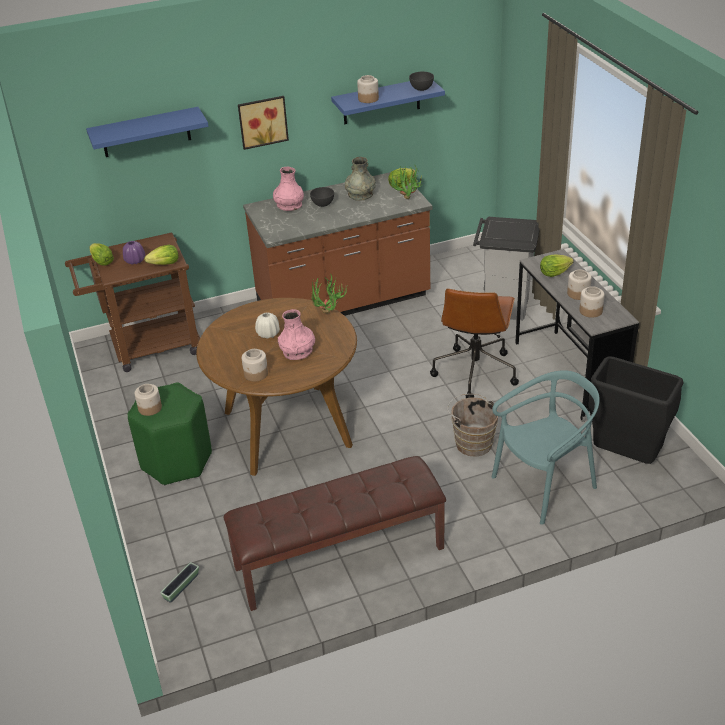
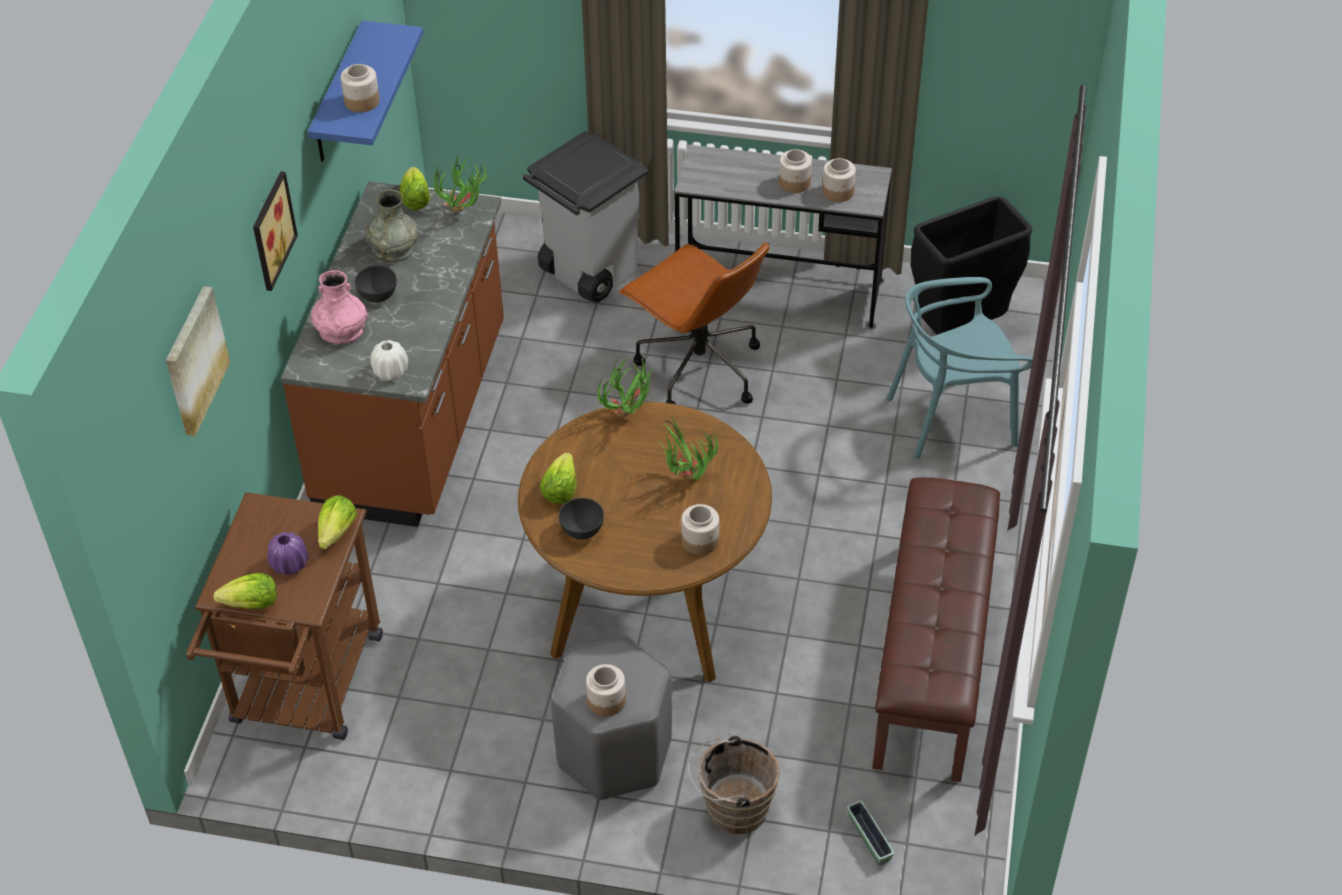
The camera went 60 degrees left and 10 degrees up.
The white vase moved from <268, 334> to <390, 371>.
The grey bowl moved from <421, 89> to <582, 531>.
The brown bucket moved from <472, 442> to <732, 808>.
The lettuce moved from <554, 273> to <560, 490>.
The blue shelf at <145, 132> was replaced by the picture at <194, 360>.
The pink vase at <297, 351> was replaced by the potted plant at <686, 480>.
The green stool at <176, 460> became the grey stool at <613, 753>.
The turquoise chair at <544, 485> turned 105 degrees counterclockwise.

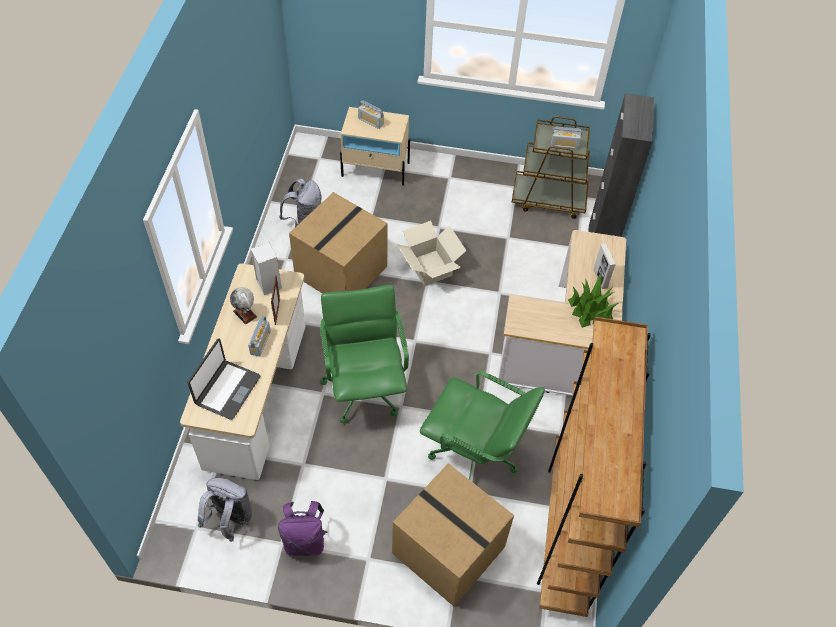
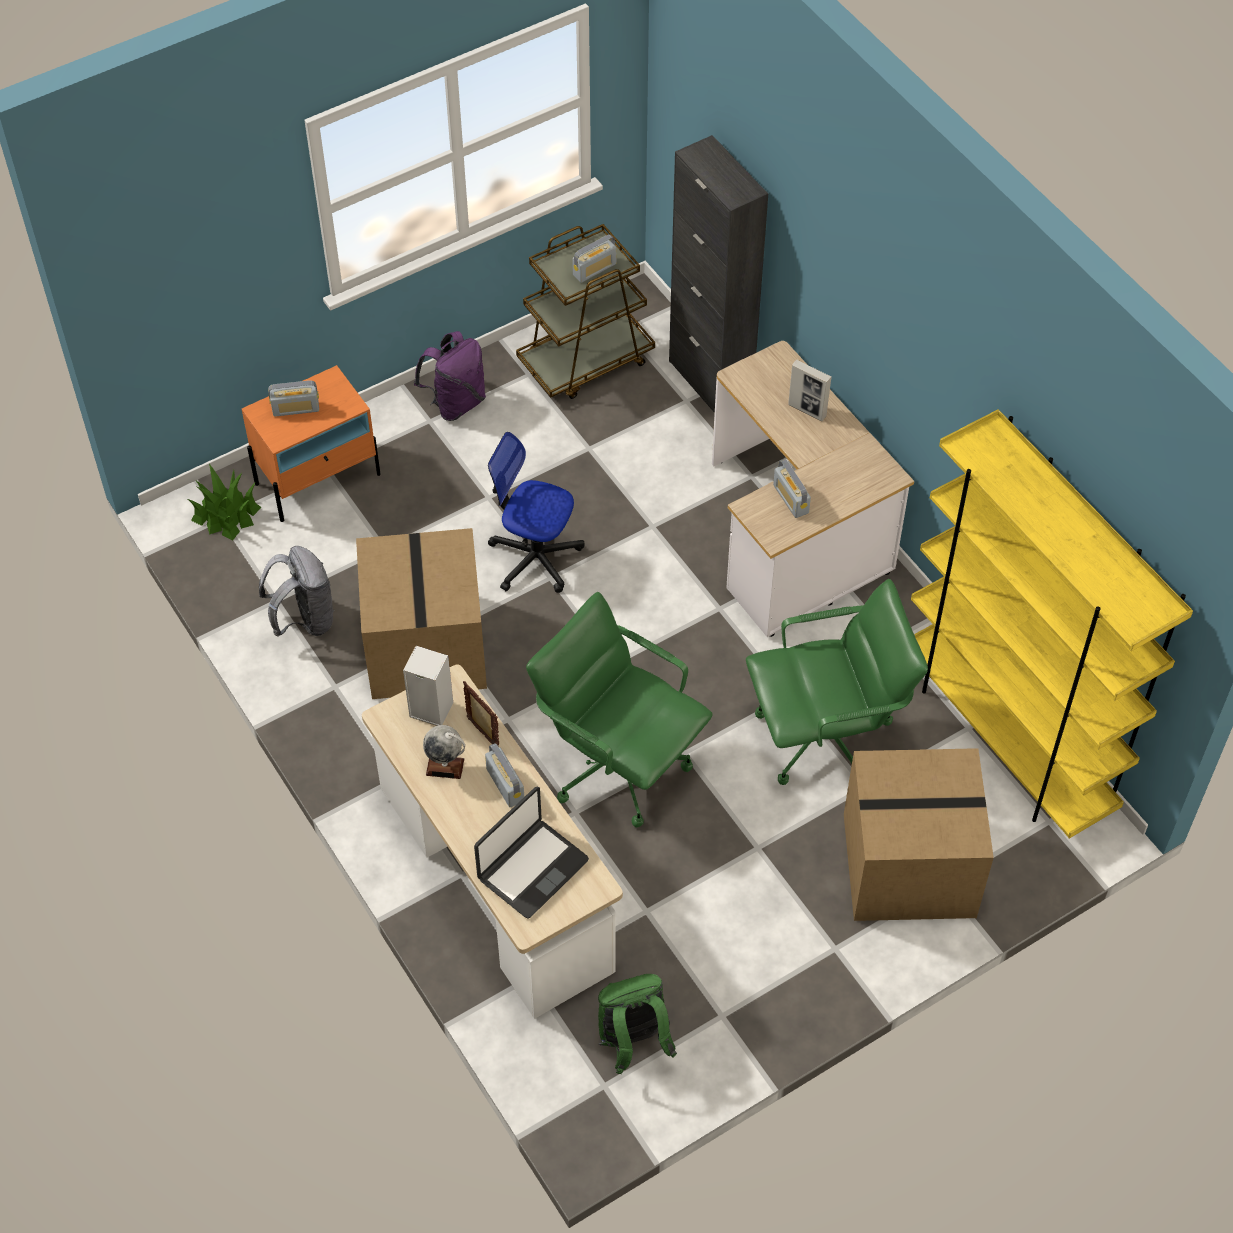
The camera went 40 degrees left and 0 degrees up.
The radio at <791, 499> appeared.
The purple backpack moved from <304, 541> to <456, 403>.
The potted plant moved from <590, 309> to <226, 513>.
The cardboard box at <430, 267> was replaced by the office chair at <535, 557>.
The grey backpack at <230, 519> became the green backpack at <633, 1042>.
The beige nightstand at <376, 169> became the orange nightstand at <318, 479>.
The brown bookcase at <568, 530> became the yellow bookcase at <1006, 739>.
The laptop at <227, 390> turned 60 degrees clockwise.

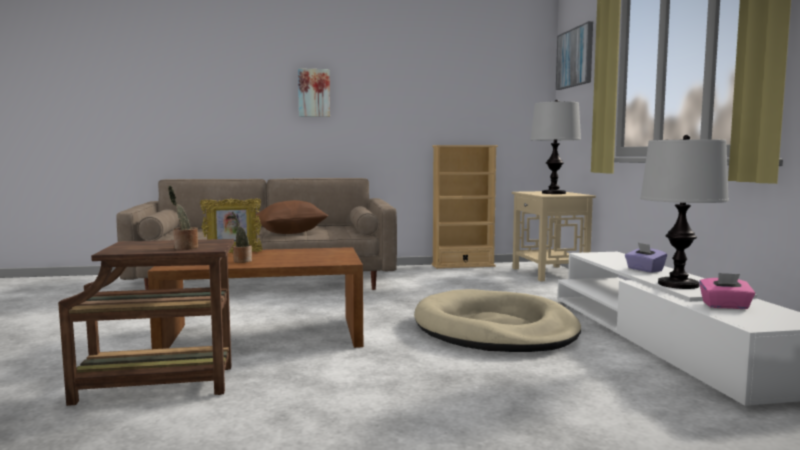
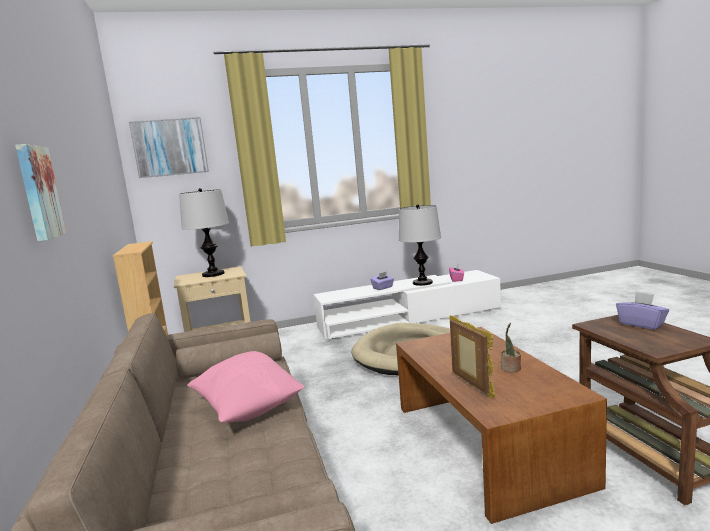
The camera went 95 degrees left and 5 degrees up.
The potted plant at <184, 248> was replaced by the purple tissue box at <641, 324>.
The brown pillow at <290, 233> became the pink pillow at <248, 408>.

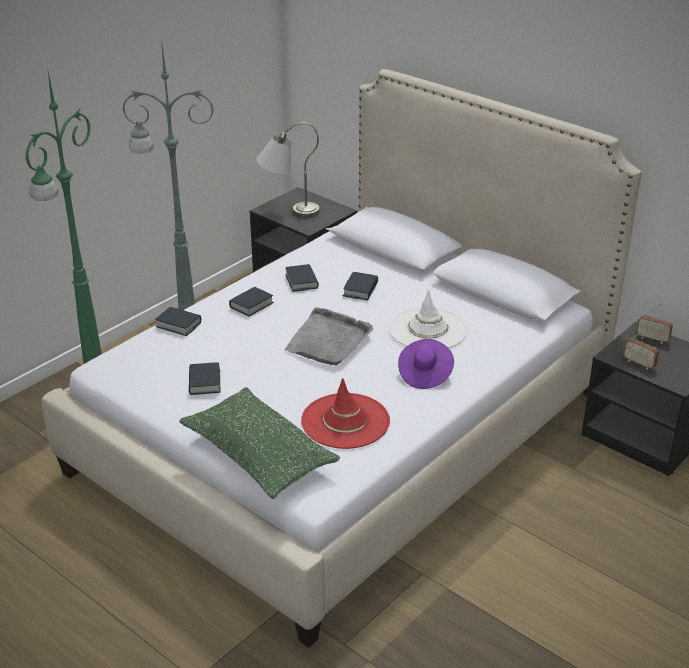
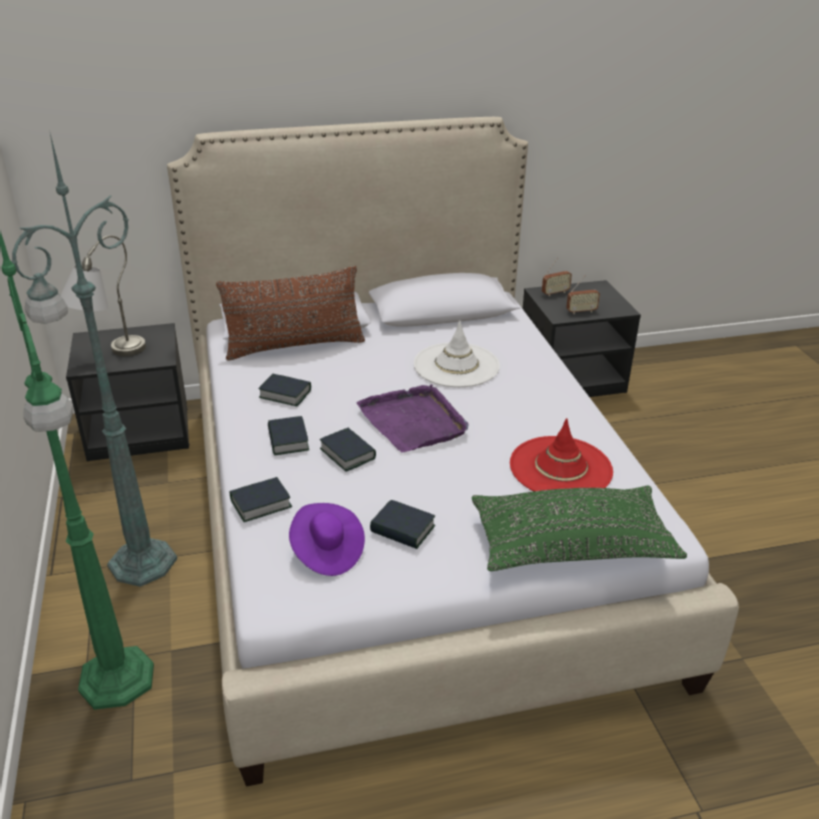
The camera went 55 degrees left and 0 degrees up.
The brown pillow at <295, 346> appeared.
The book moved from <360, 290> to <347, 453>.
The purple hat moved from <424, 374> to <326, 552>.
The grey tray at <328, 340> became the purple tray at <414, 421>.

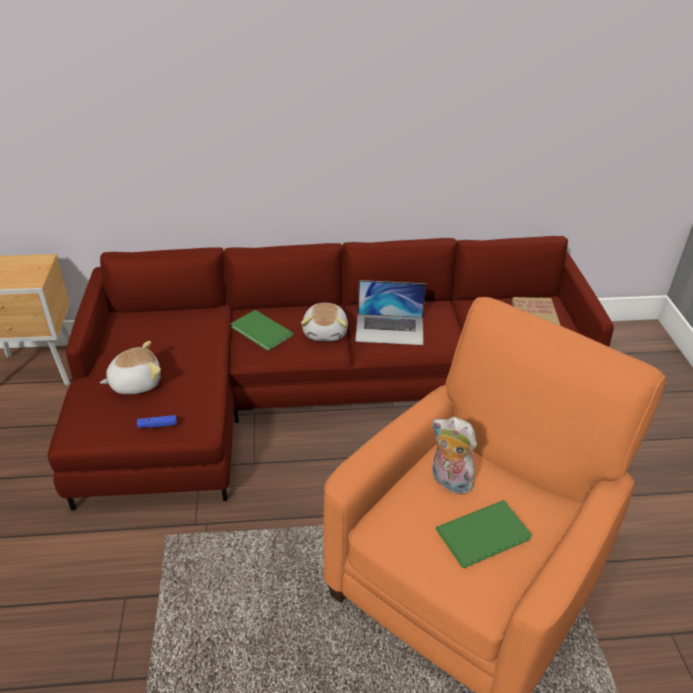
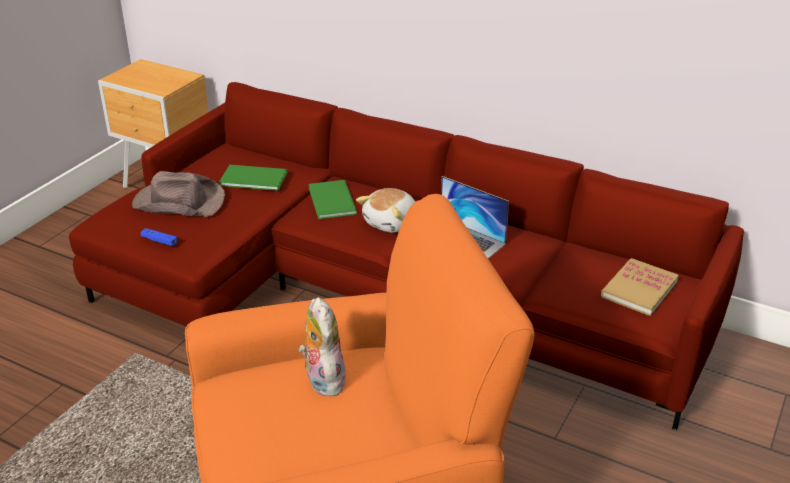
The camera went 35 degrees right and 5 degrees down.
The green book moved from <486, 535> to <255, 180>.
The plush toy at <135, 382> was replaced by the brown hat at <178, 202>.

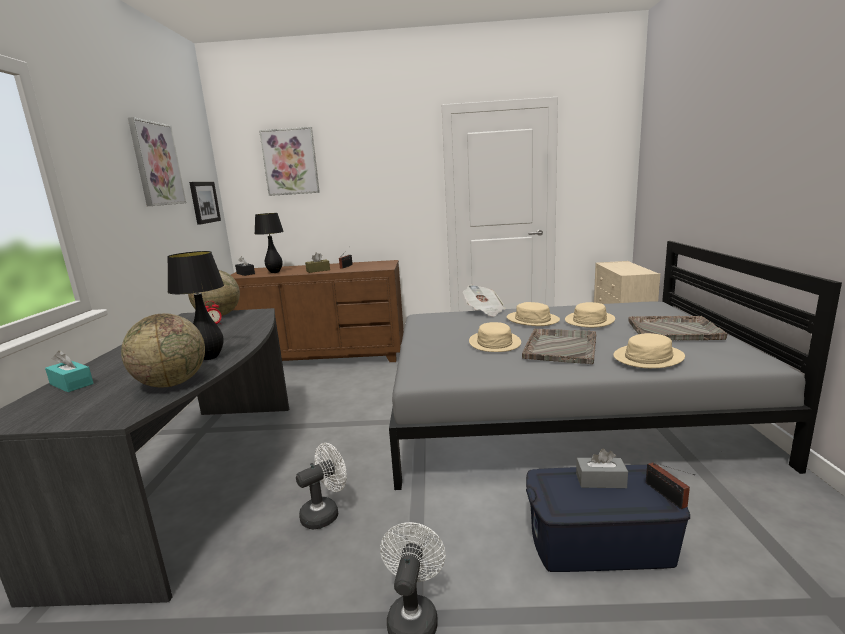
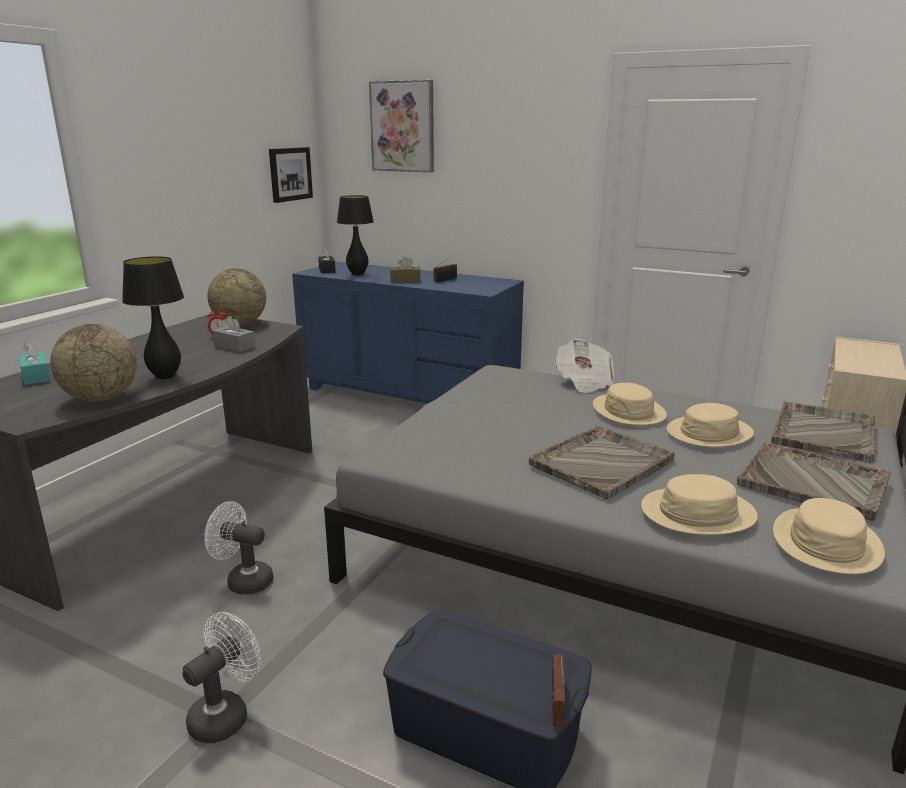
The camera went 25 degrees right and 5 degrees up.
The picture at <156, 164> disappeared.
The grey tray at <824, 432> appeared.
The beige hat moved from <494, 343> to <825, 542>.
The grey tissue box moved from <600, 480> to <235, 346>.
The brown dresser at <325, 356> became the blue dresser at <408, 394>.
The white fan at <325, 513> turned 150 degrees counterclockwise.

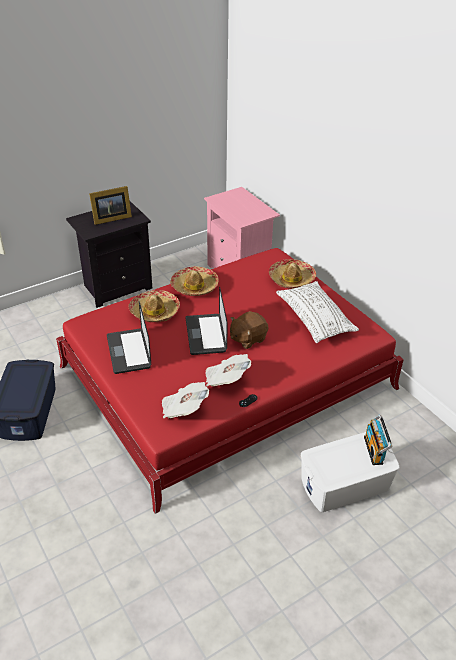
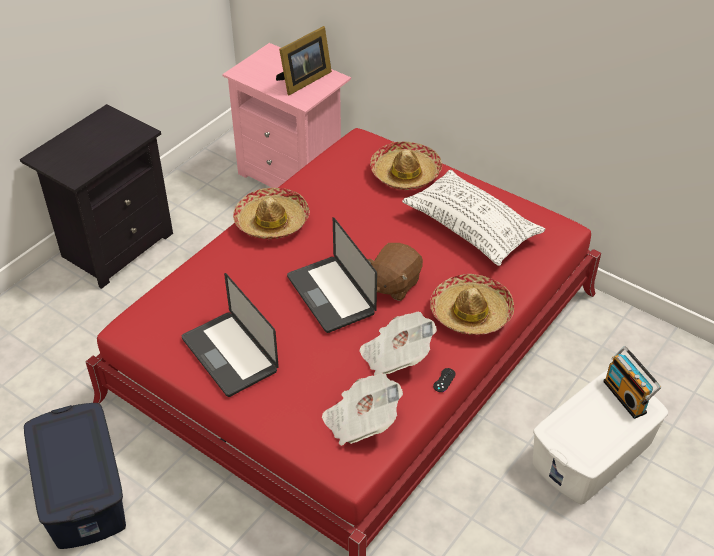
The camera went 20 degrees left and 5 degrees up.
The picture frame moved from <110, 218> to <303, 81>.
The hat moved from <155, 311> to <471, 313>.

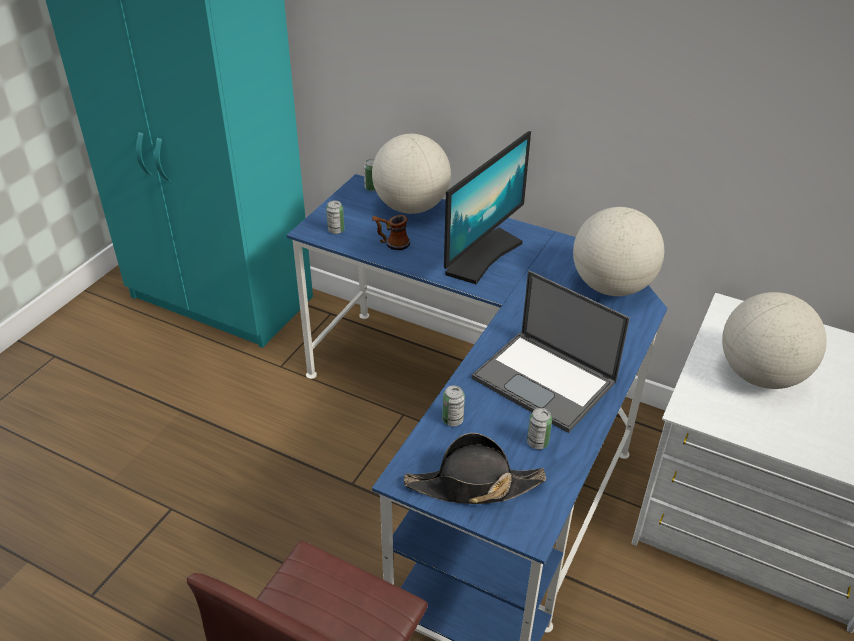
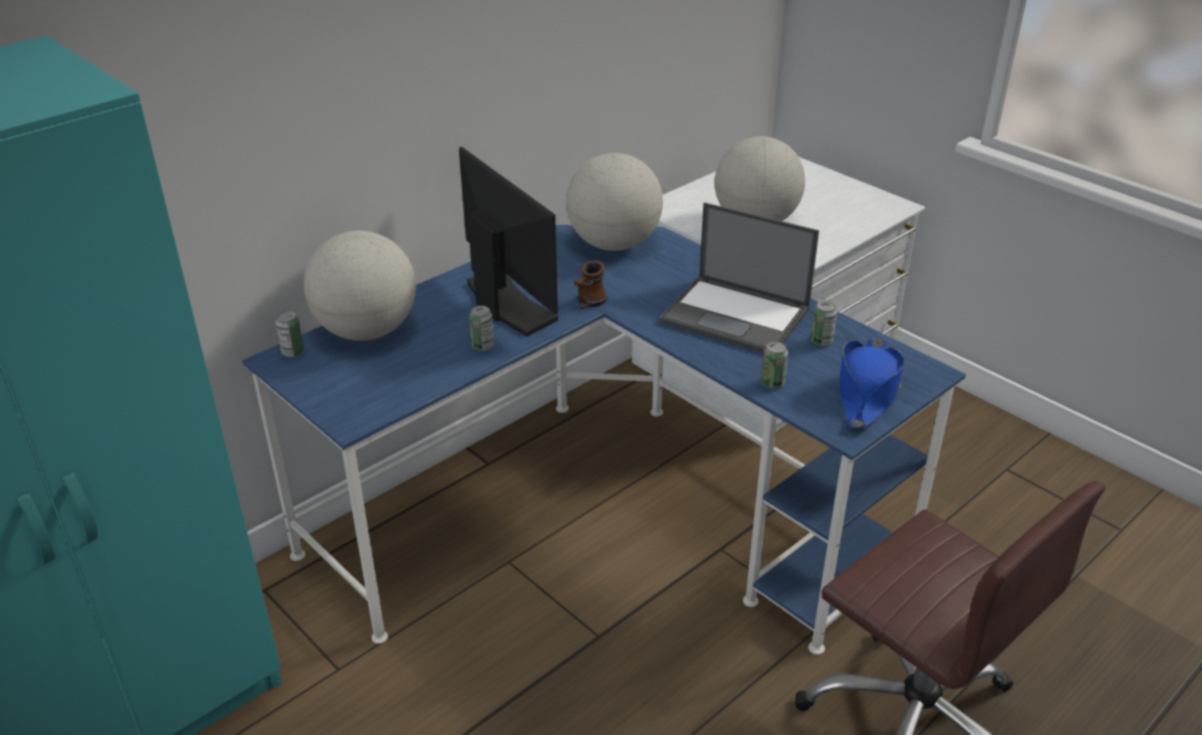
The camera went 70 degrees left and 5 degrees down.
The can moved from <336, 230> to <482, 346>.
The mug moved from <391, 243> to <588, 303>.
The black hat at <473, 485> became the blue hat at <867, 391>.
The laptop at <546, 380> turned 60 degrees clockwise.

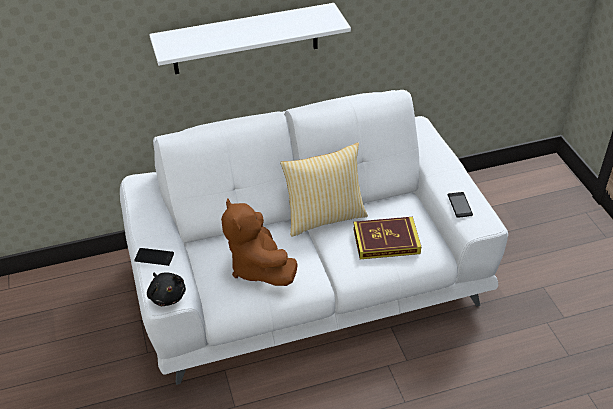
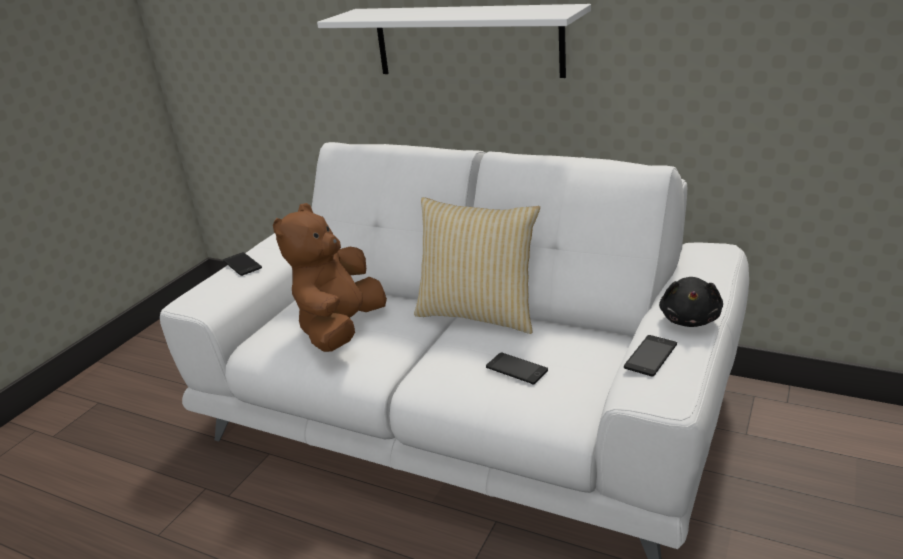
The camera went 45 degrees right and 15 degrees down.
The black plush toy moved from <167, 295> to <690, 319>.
The book at <386, 241> was replaced by the phone at <516, 369>.

